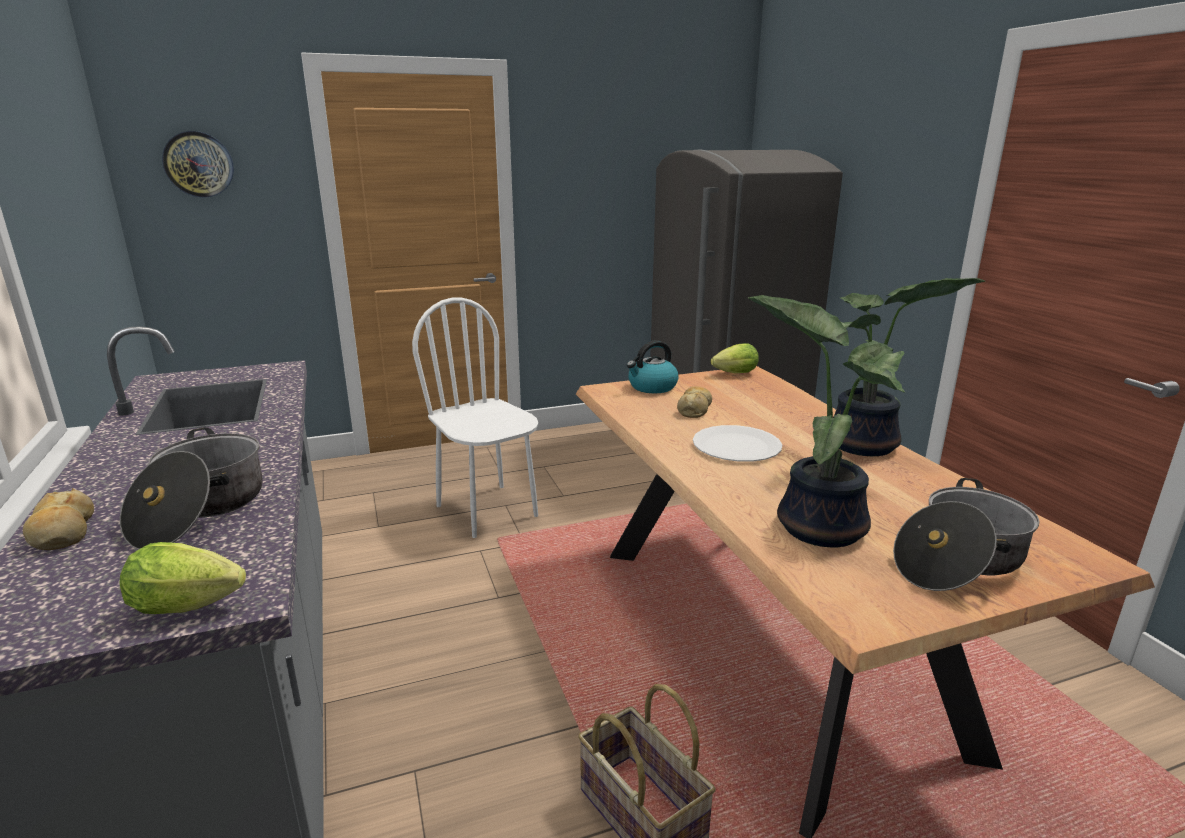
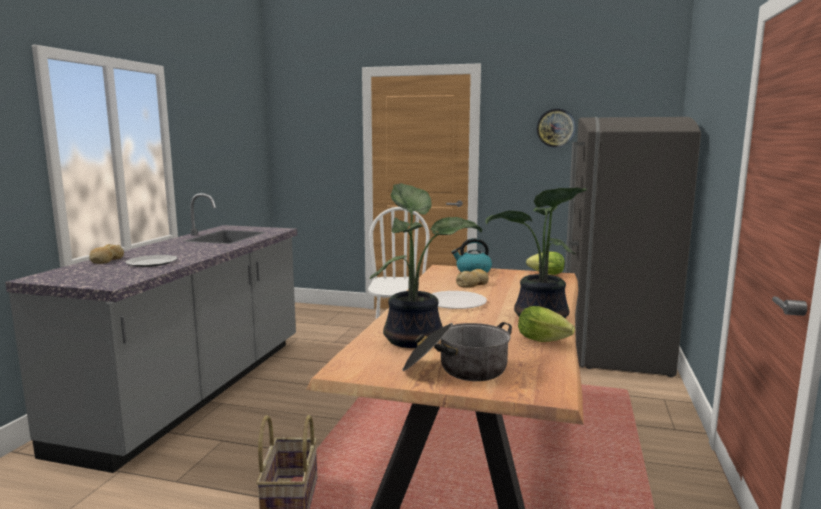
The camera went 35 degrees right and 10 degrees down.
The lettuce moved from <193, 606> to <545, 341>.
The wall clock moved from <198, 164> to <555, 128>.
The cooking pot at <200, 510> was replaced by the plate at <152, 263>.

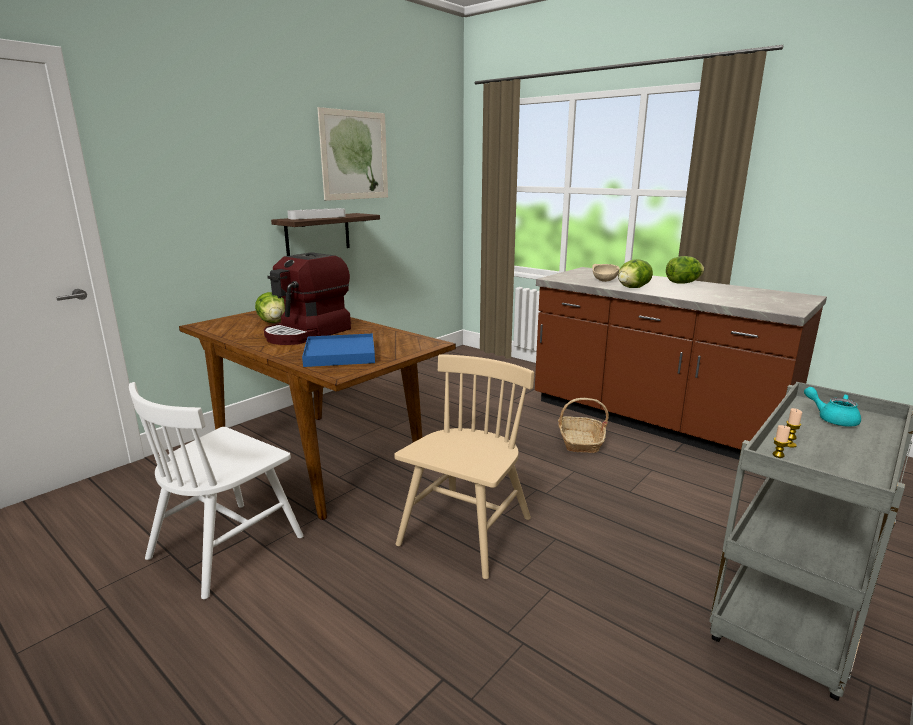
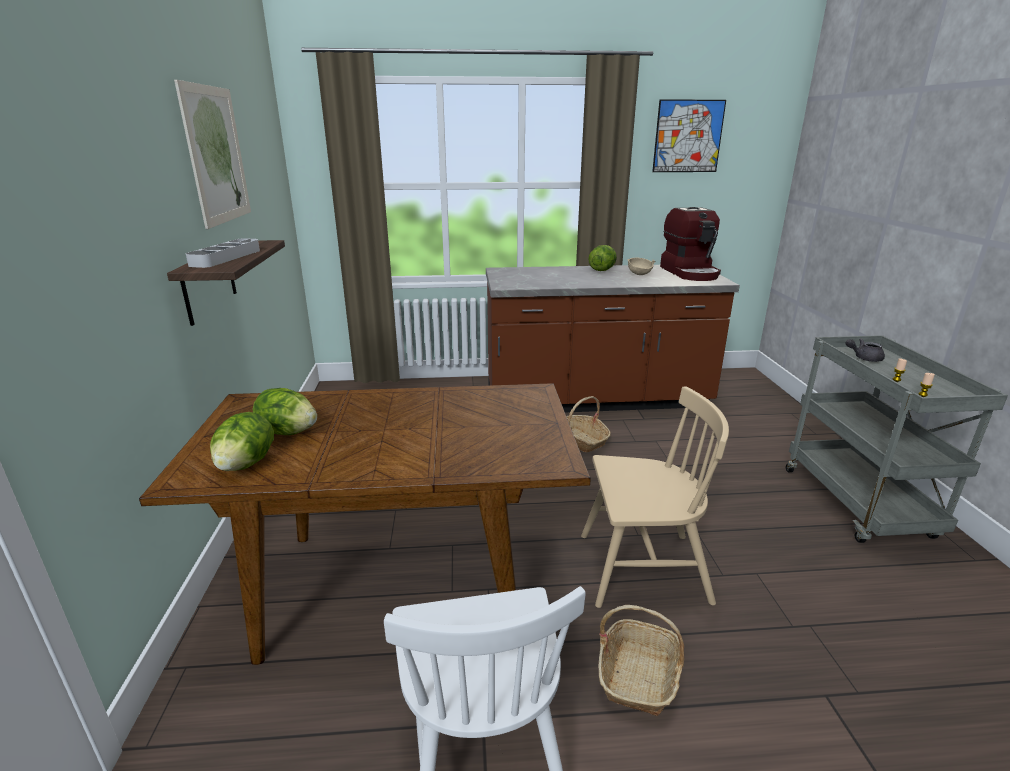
The camera went 45 degrees left and 5 degrees up.
The blue tray at <340, 354> disappeared.
The basket at <638, 675> appeared.
The picture at <688, 136> appeared.
The coffee machine moved from <308, 333> to <690, 272>.
The beige bowl moved from <605, 280> to <639, 274>.
The lettuce moved from <632, 288> to <246, 464>.
The turquoise teapot at <832, 419> became the grey teapot at <863, 358>.
The beige chair at <466, 532> turned 105 degrees clockwise.

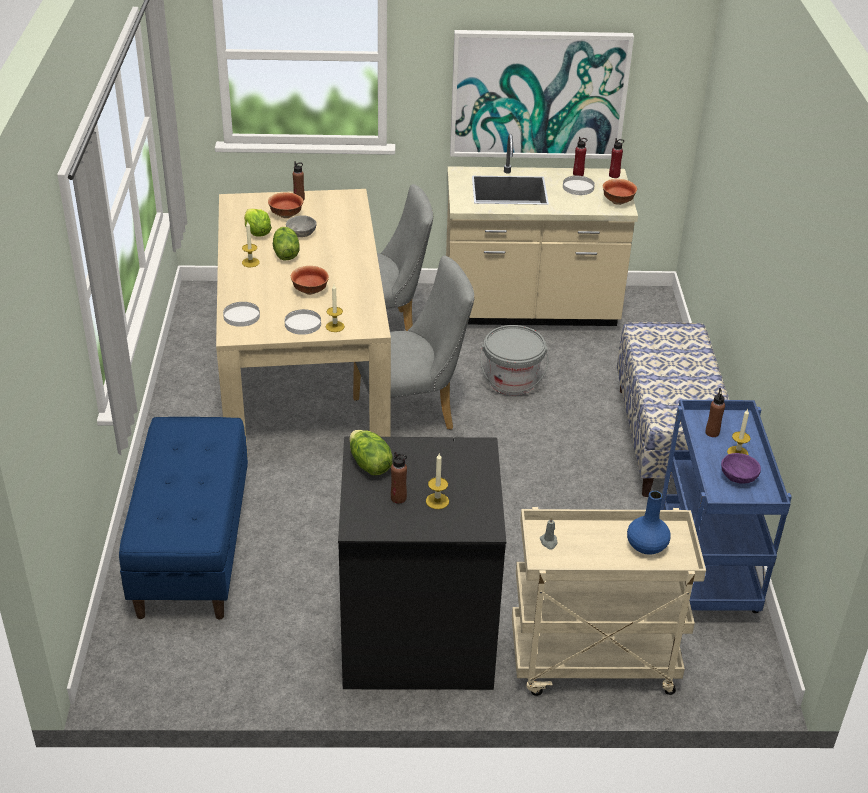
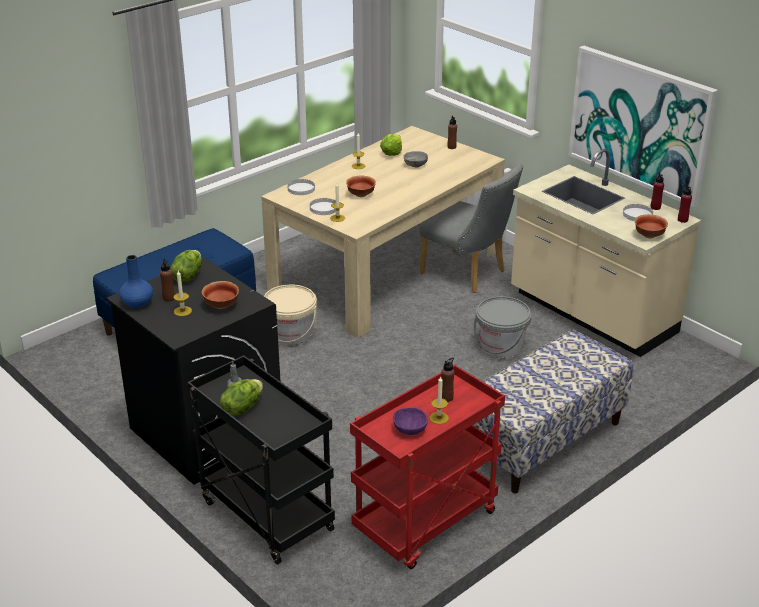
The camera went 50 degrees right and 5 degrees down.
The grey chair at <411, 414> disappeared.
The beige bucket at <291, 333> appeared.
The bowl moved from <286, 215> to <222, 305>.
The lettuce moved from <285, 254> to <242, 407>.
The blue vase moved from <646, 546> to <137, 303>.
The beige cart at <592, 663> became the black cart at <264, 514>.
The blue cart at <708, 570> became the red cart at <425, 525>.

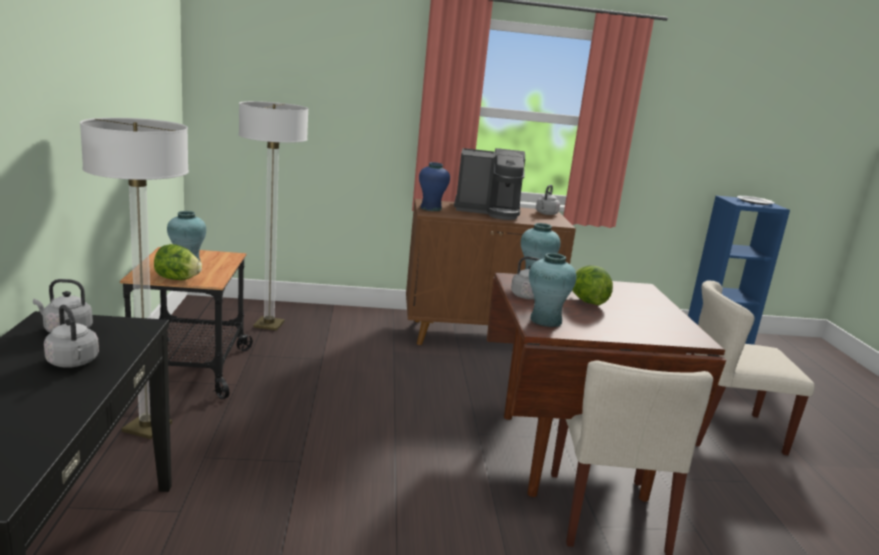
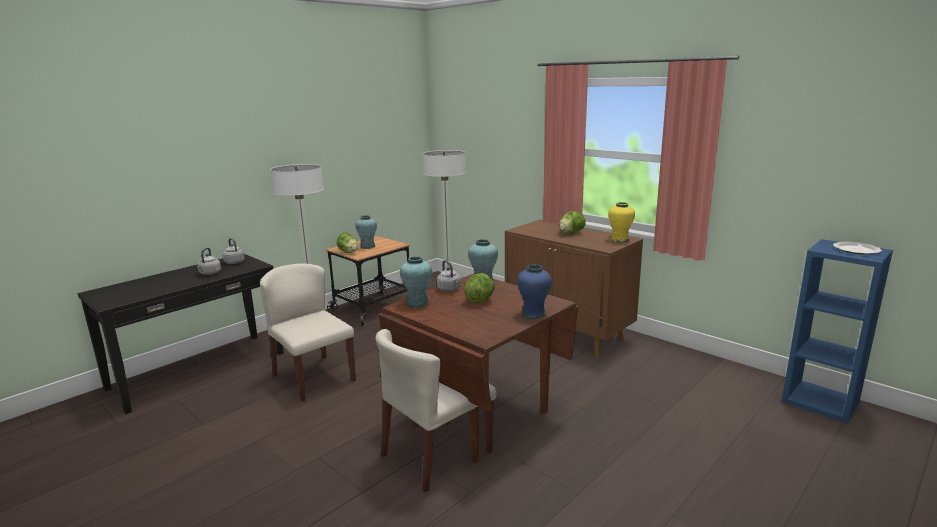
The camera went 50 degrees right and 0 degrees up.
The blue vase moved from <431, 208> to <533, 314>.
The beige chair moved from <726, 429> to <313, 377>.
The coffee machine at <488, 211> was replaced by the lettuce at <571, 233>.
The grey kettle at <546, 214> was replaced by the yellow vase at <619, 240>.

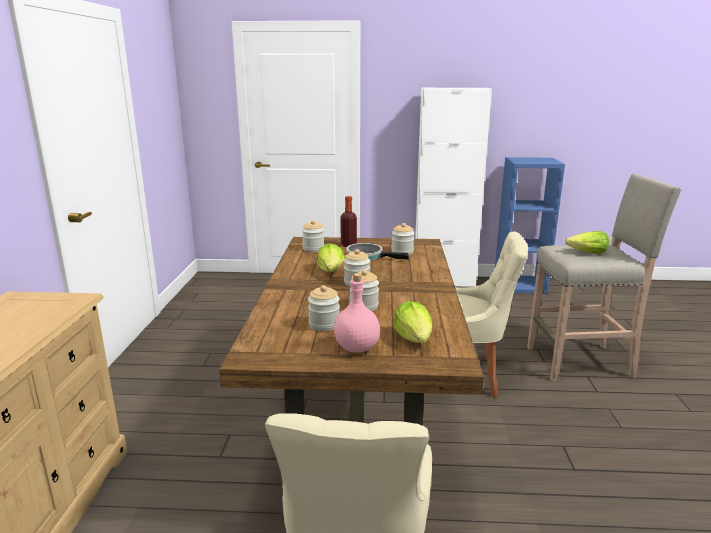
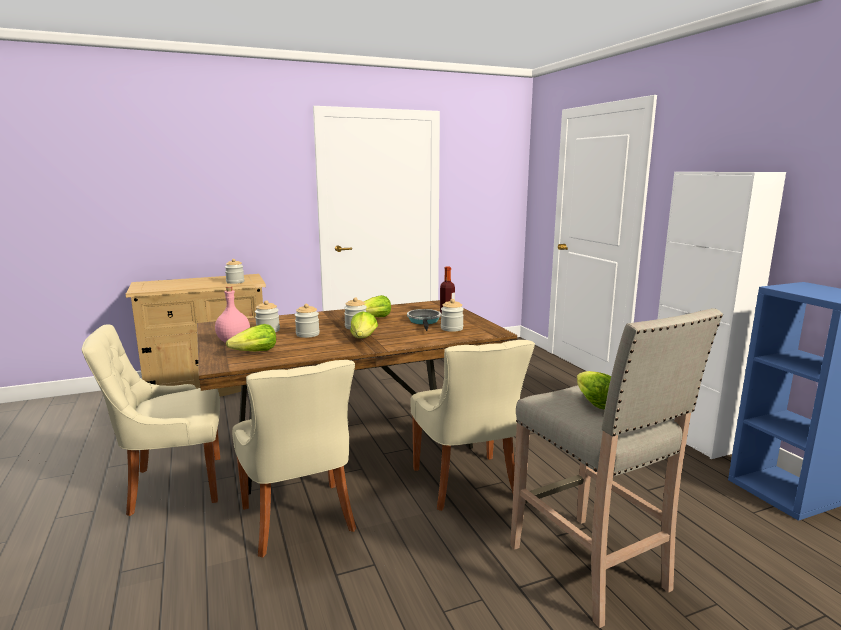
The camera went 65 degrees right and 5 degrees down.
The beige chair at <300, 521> appeared.
The lettuce at <363, 338> appeared.
The jar moved from <313, 248> to <235, 282>.

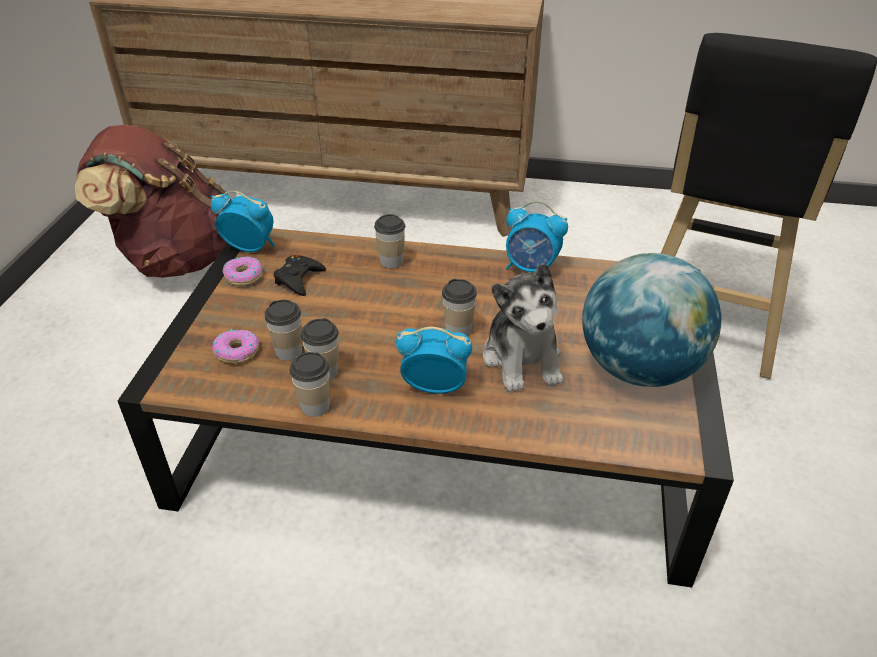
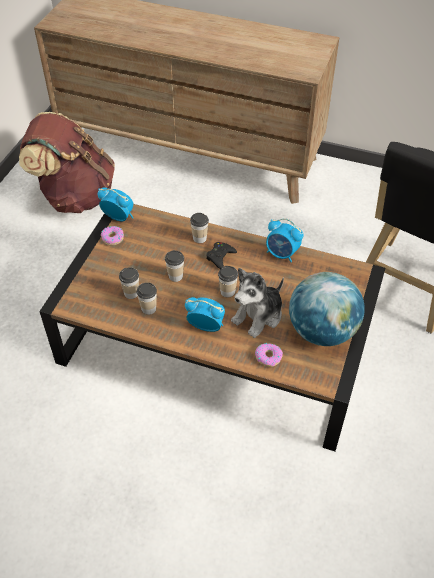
The camera went 10 degrees right and 10 degrees up.
The donut moved from <237, 351> to <268, 357>.
The black game controller moved from <299, 279> to <220, 257>.
The cup moved from <315, 406> to <175, 276>.
The plush toy at <522, 359> turned 45 degrees clockwise.

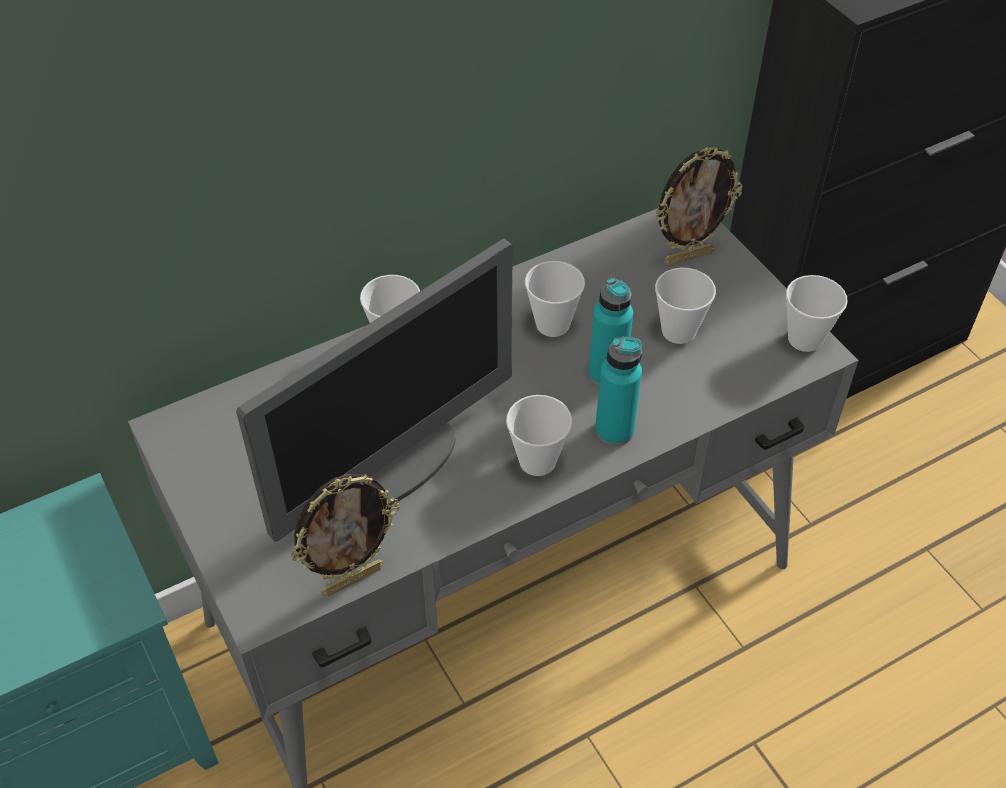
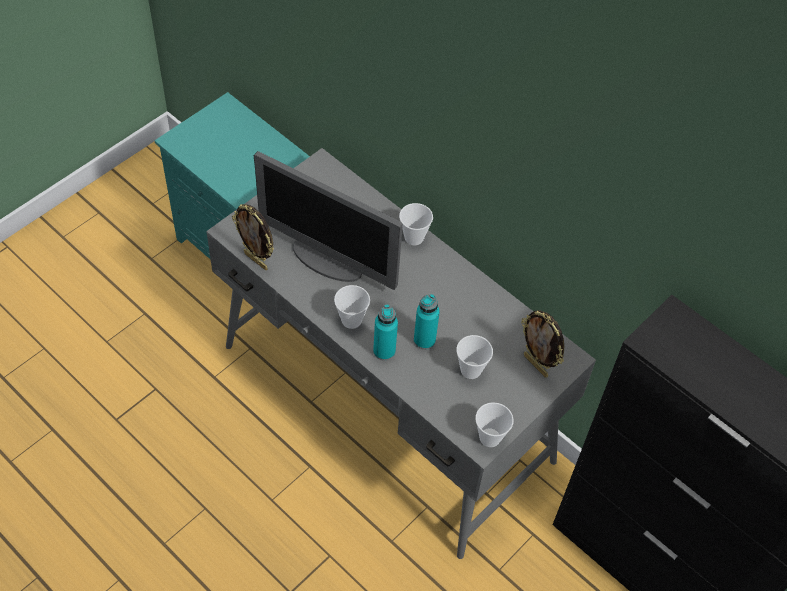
The camera went 70 degrees right and 5 degrees up.
The cup at <552, 324> disappeared.

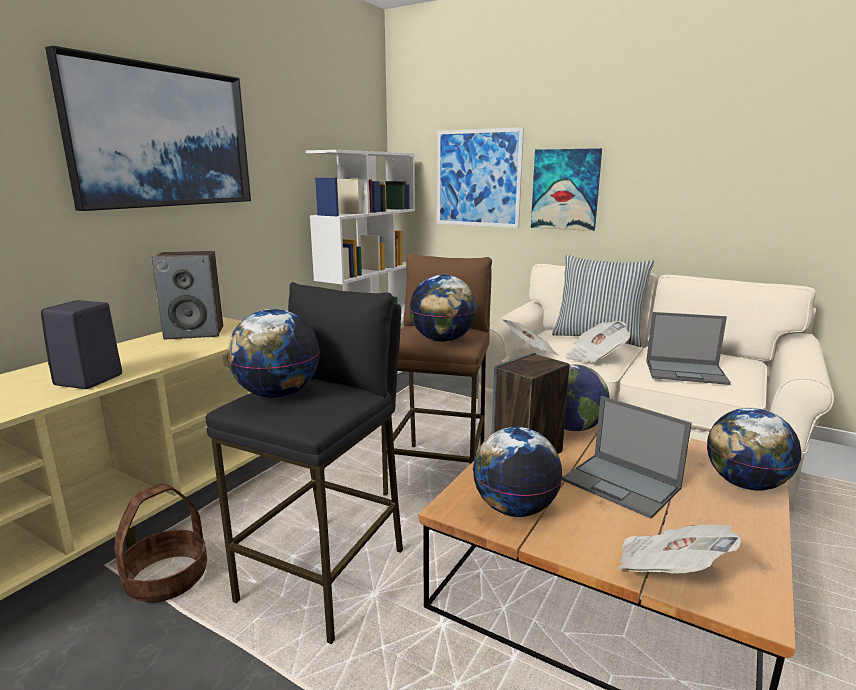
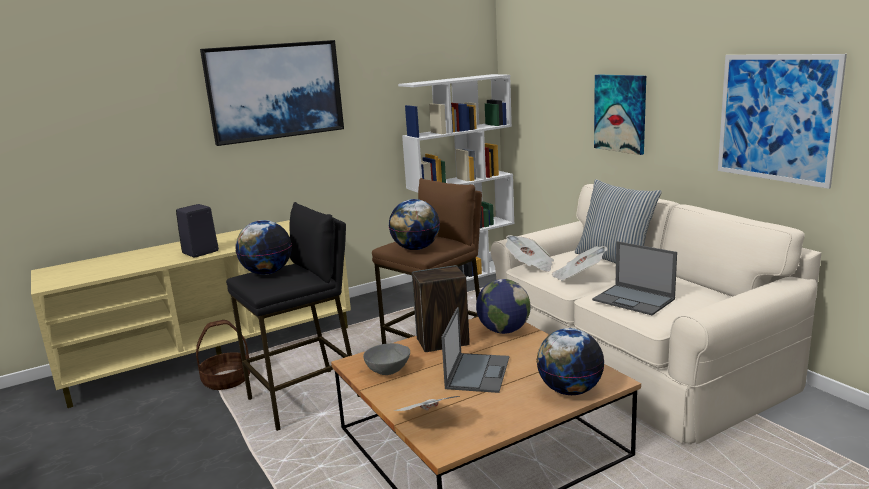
The camera went 30 degrees right and 0 degrees up.
The speaker at <195, 333> disappeared.
The picture moved from <478, 178> to <776, 118>.
The globe at <514, 508> was replaced by the grey bowl at <388, 370>.
The laptop at <622, 485> turned 150 degrees counterclockwise.

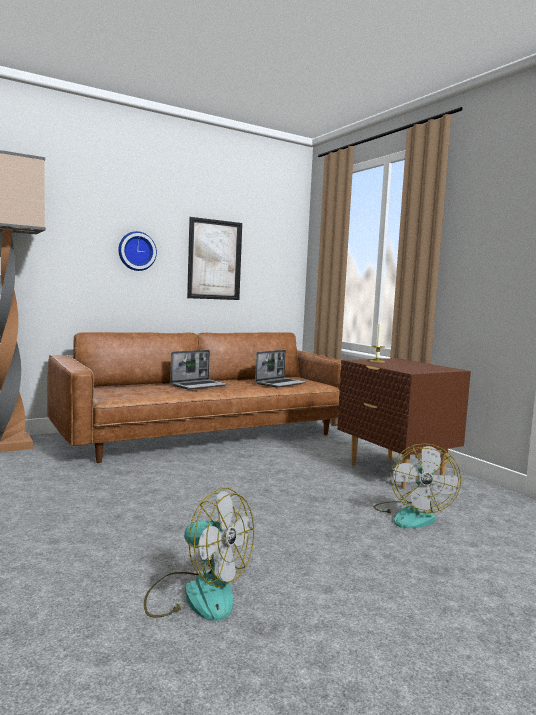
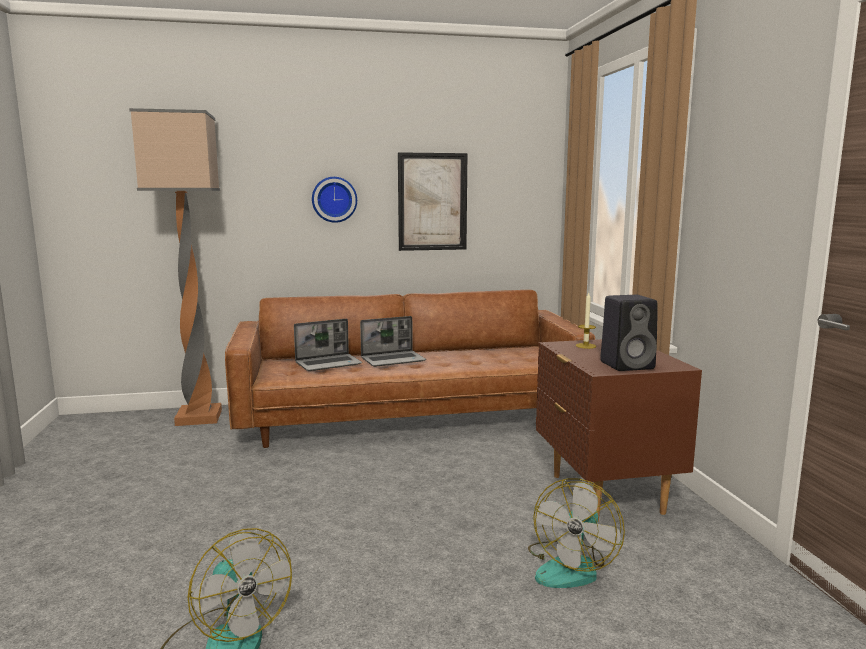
The camera went 20 degrees right and 5 degrees up.
The black speaker at <628, 365> appeared.
The laptop moved from <280, 383> to <329, 364>.

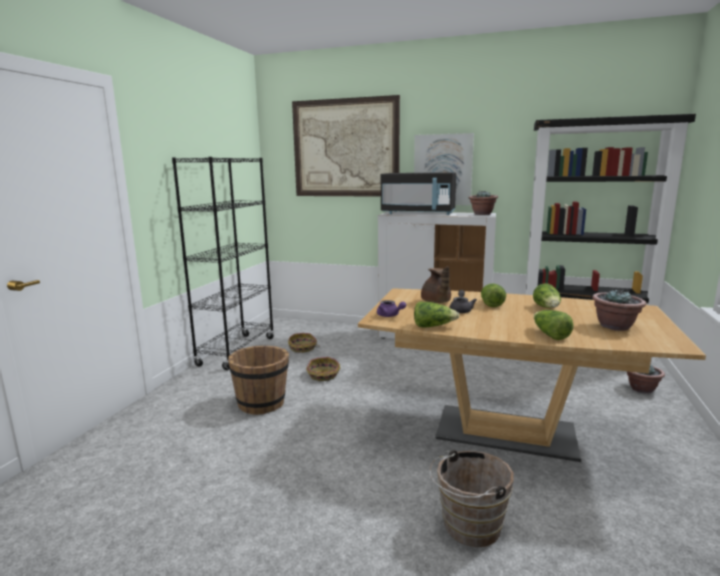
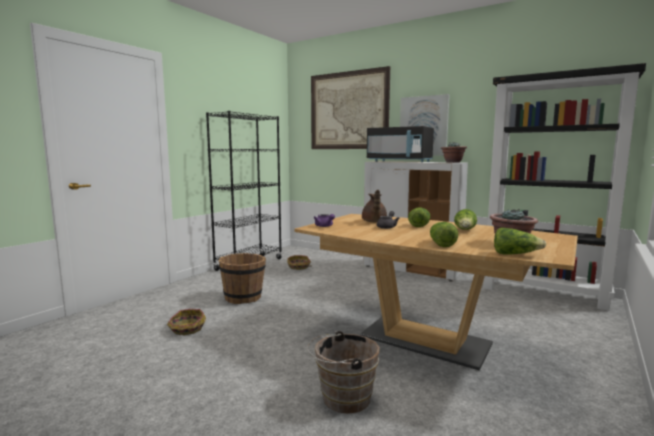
The camera went 15 degrees right and 5 degrees down.
The potted plant at <641, 389> disappeared.
The basket moved from <323, 375> to <187, 329>.
The lettuce moved from <433, 326> to <515, 254>.

